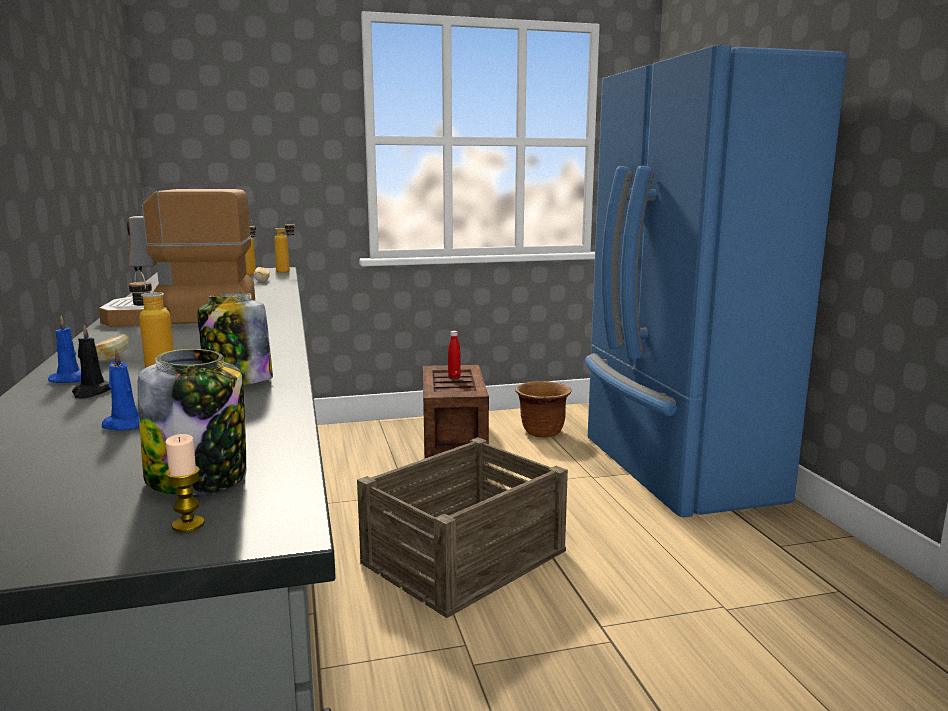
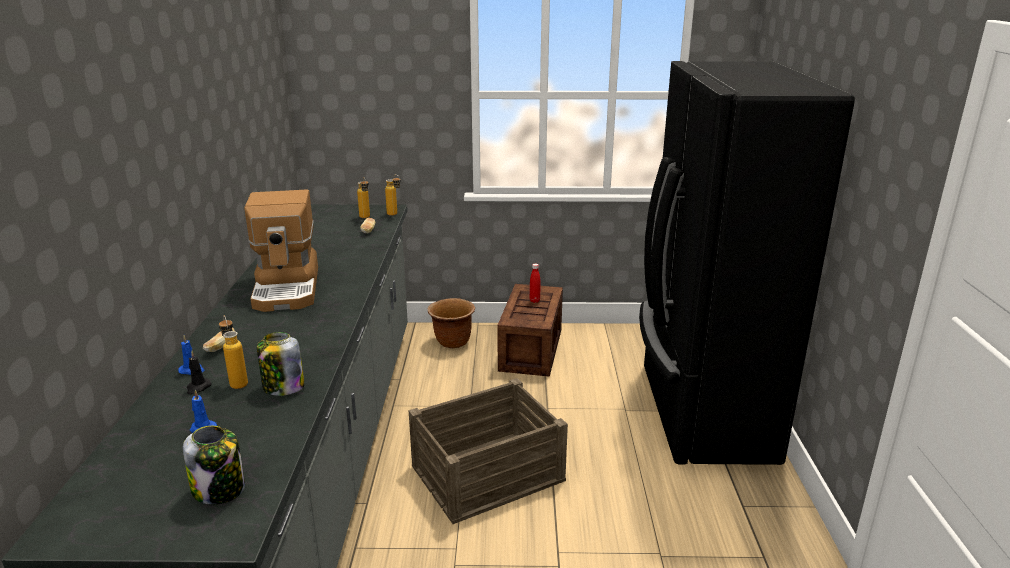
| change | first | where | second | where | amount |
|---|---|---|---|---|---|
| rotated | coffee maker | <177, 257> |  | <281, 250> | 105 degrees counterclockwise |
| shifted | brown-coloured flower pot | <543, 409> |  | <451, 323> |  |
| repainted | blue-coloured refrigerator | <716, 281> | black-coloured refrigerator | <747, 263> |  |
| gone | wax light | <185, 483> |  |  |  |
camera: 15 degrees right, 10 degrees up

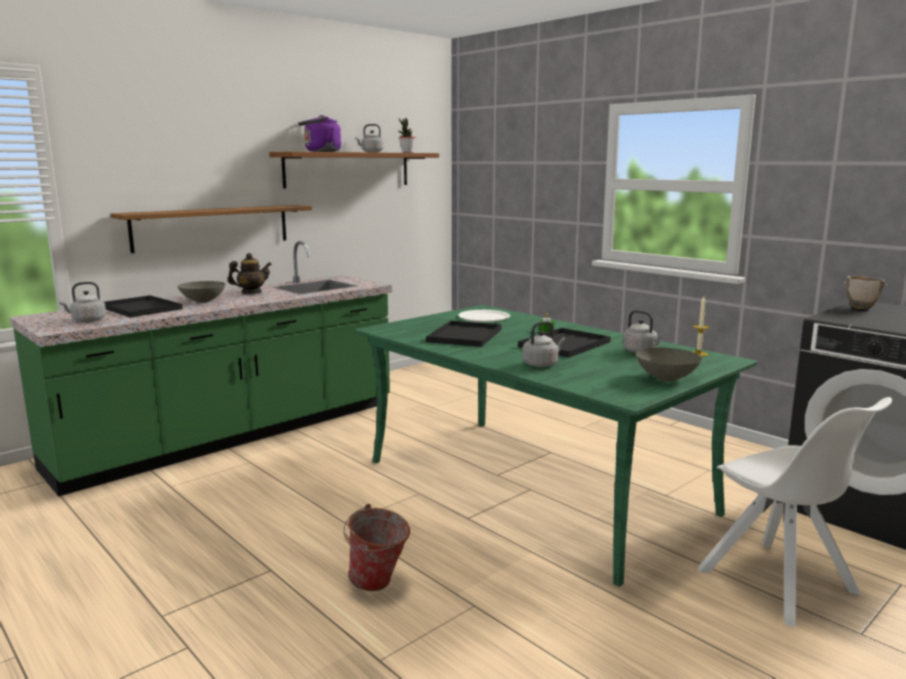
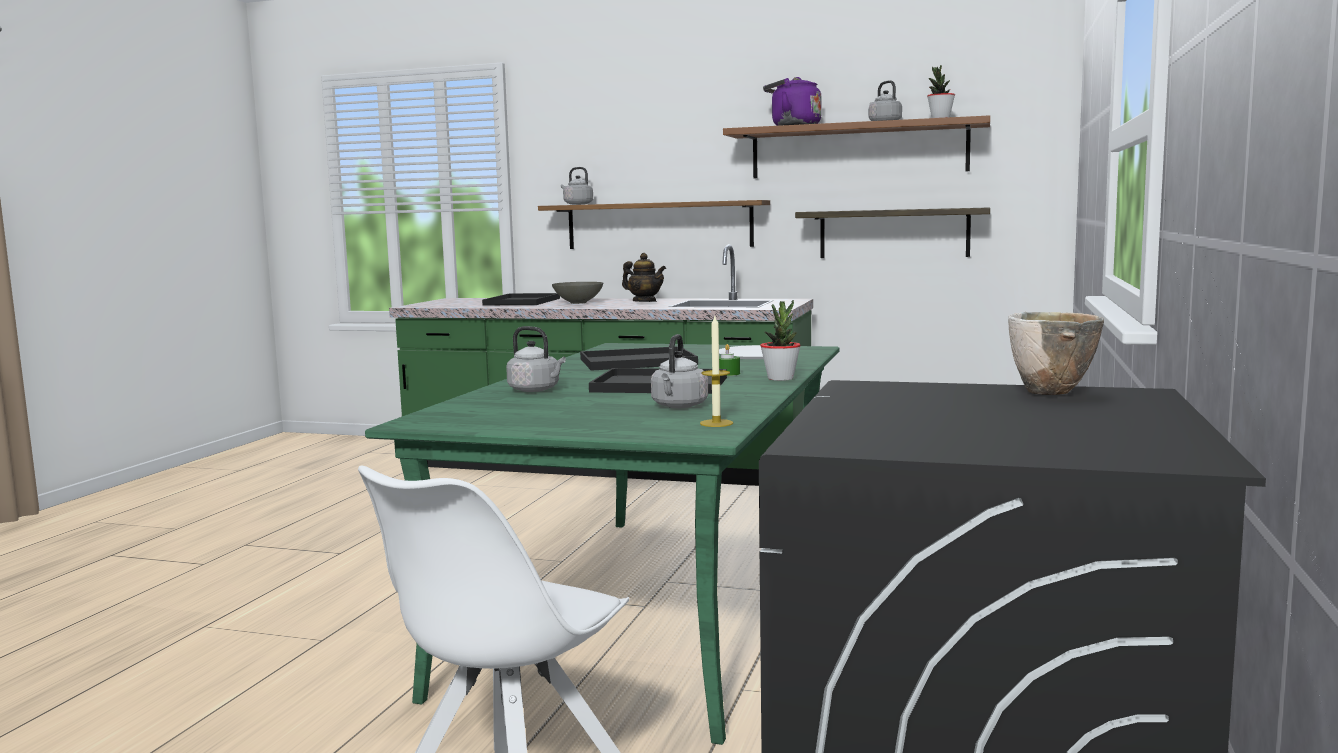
| change | first | where | second | where | amount |
|---|---|---|---|---|---|
| shifted | grey kettle | <82, 302> |  | <577, 186> |  |
| new |  |  | houseplant | <780, 340> |  |
| new |  |  | bracket shelf | <892, 232> |  |
| gone | bucket | <377, 547> |  |  |  |
| gone | grey serving bowl | <669, 364> |  |  |  |
camera: 60 degrees right, 5 degrees down

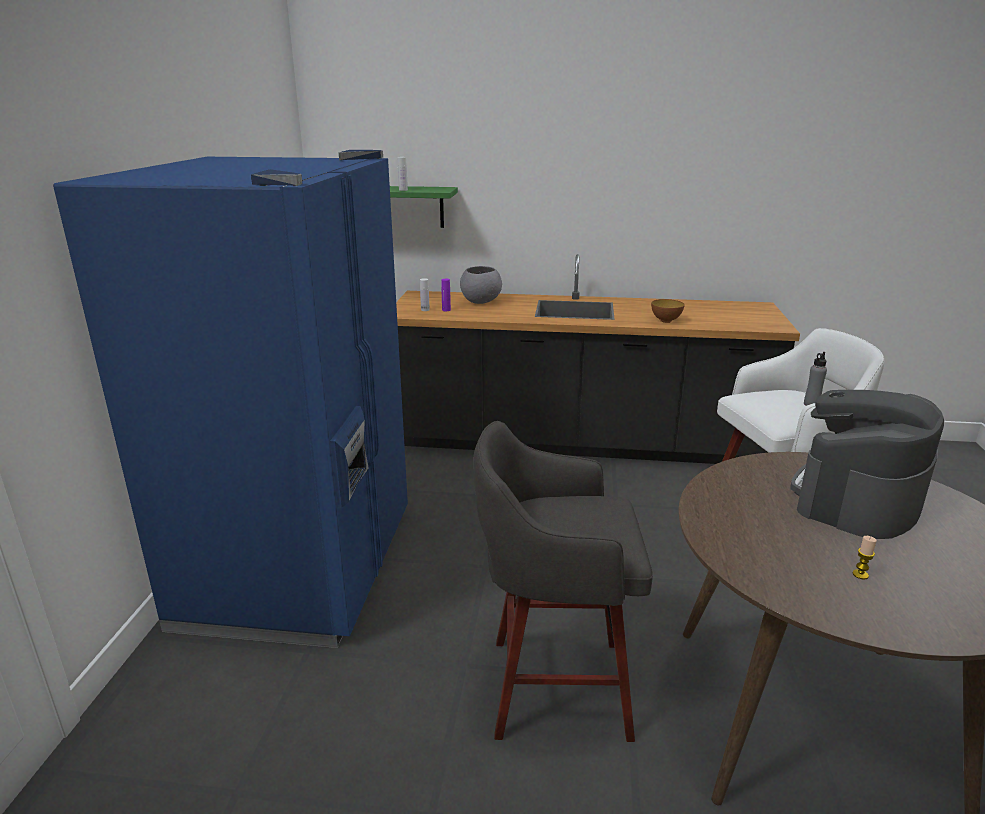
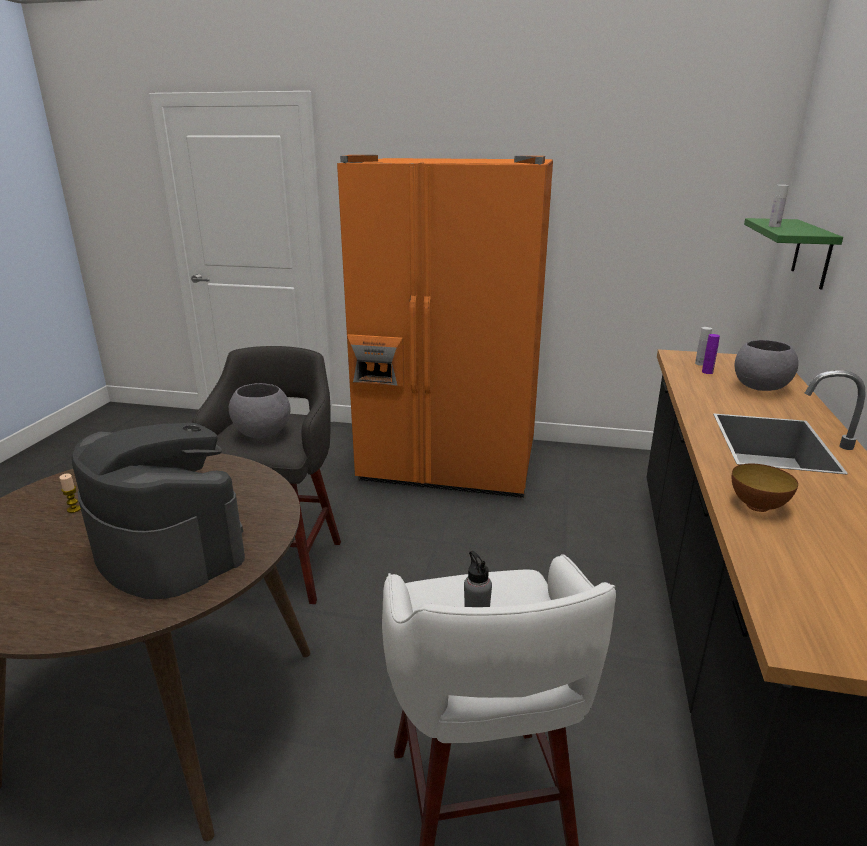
| change | first | where | second | where | amount |
|---|---|---|---|---|---|
| new |  |  | grey serving bowl | <259, 410> |  |
| repainted | blue-coloured refrigerator | <230, 399> | orange-coloured refrigerator | <445, 327> |  |
camera: 95 degrees right, 0 degrees up

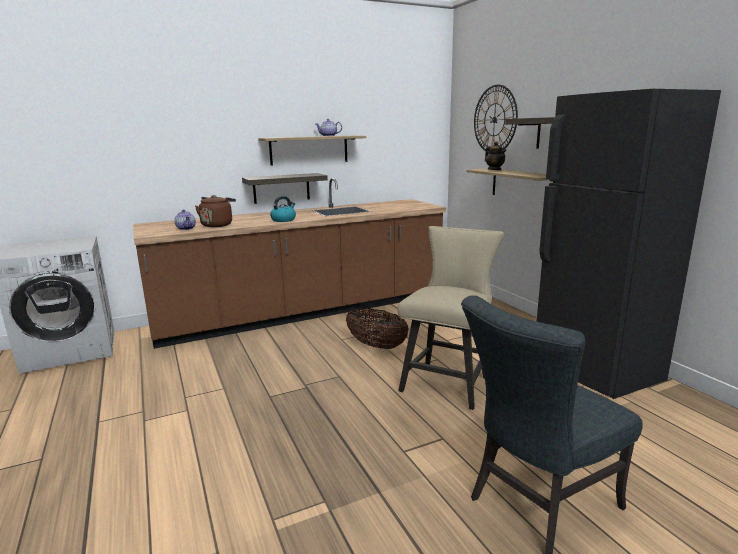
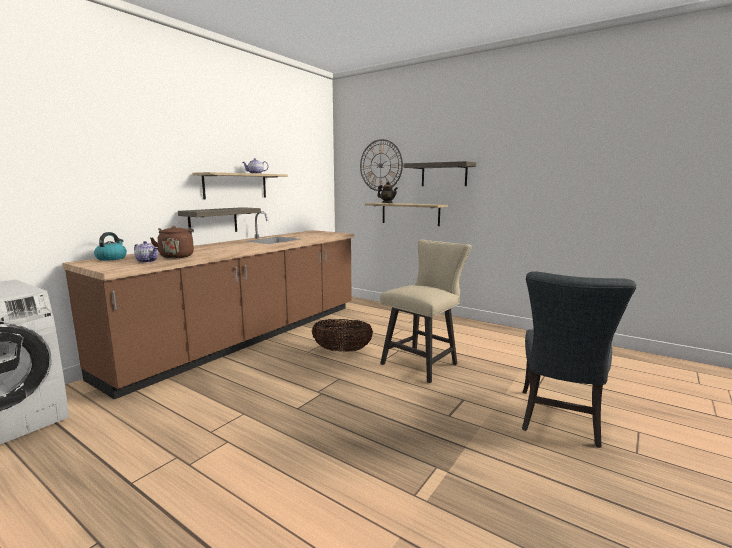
| change | first | where | second | where | amount |
|---|---|---|---|---|---|
| shifted | kettle | <283, 209> |  | <110, 246> |  |
| rotated | beige chair | <451, 318> |  | <426, 311> | 45 degrees clockwise |
| gone | black-coloured refrigerator | <629, 244> |  |  |  |
camera: 30 degrees left, 5 degrees down

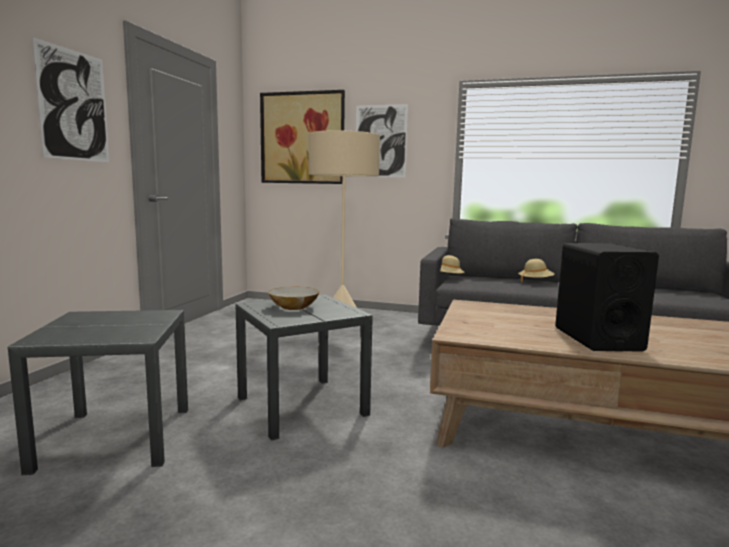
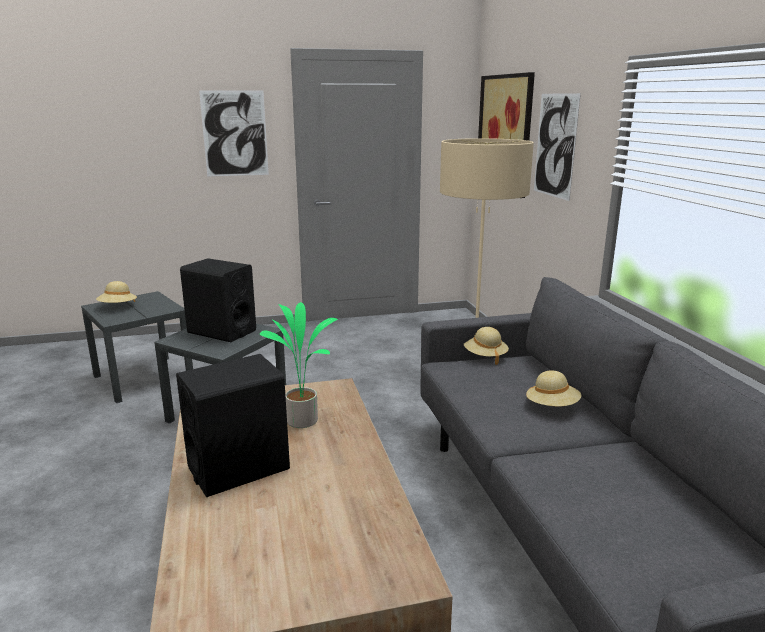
| change | first | where | second | where | amount |
|---|---|---|---|---|---|
| new |  |  | beige wearable hat | <116, 292> |  |
| swapped | serving bowl | <294, 298> | black-coloured speaker | <218, 300> |  |
| new |  |  | houseplant | <299, 365> |  |
camera: 60 degrees right, 10 degrees up

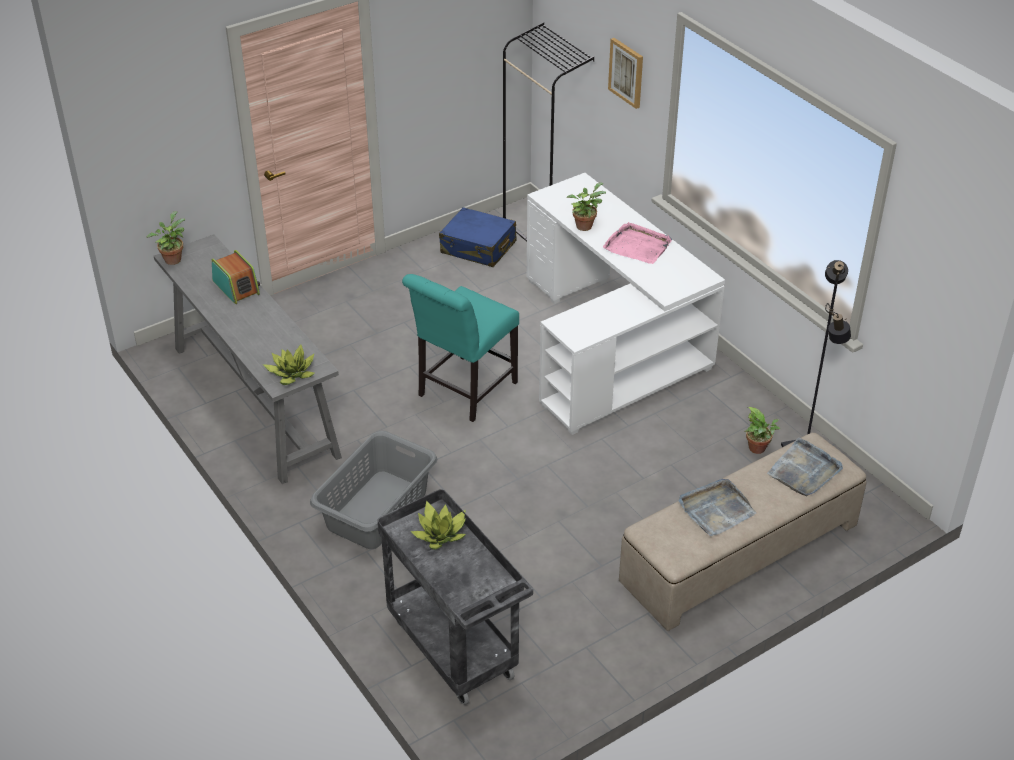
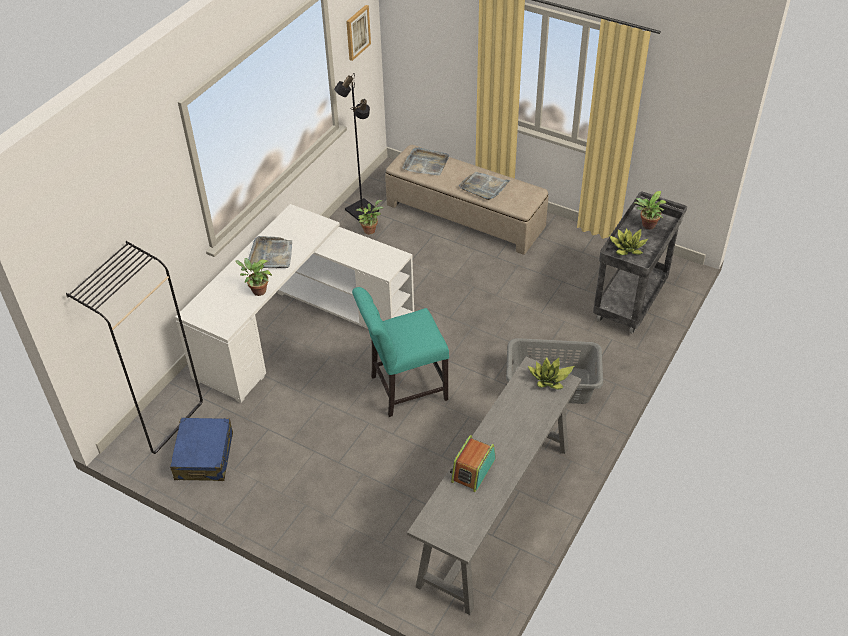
| change | first | where | second | where | amount |
|---|---|---|---|---|---|
| repainted | pink tray | <637, 243> | grey tray | <270, 252> |  |
| shifted | wall picture | <625, 73> |  | <358, 33> |  |
| rotated | turquoise chair | <460, 348> |  | <400, 352> | 150 degrees clockwise |
| shifted | houseplant | <166, 238> |  | <650, 210> |  |
camera: 115 degrees left, 5 degrees up

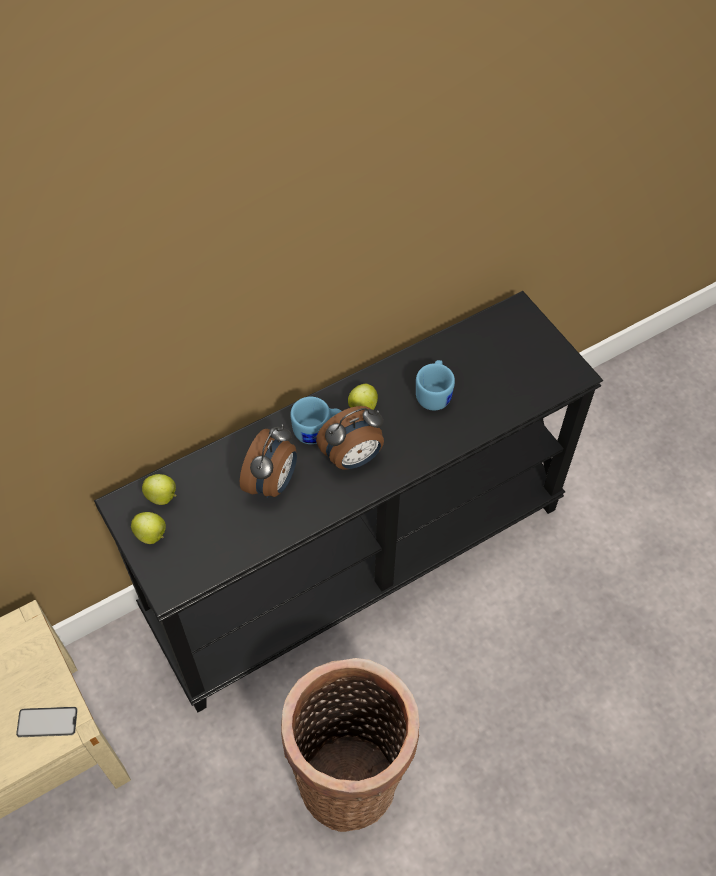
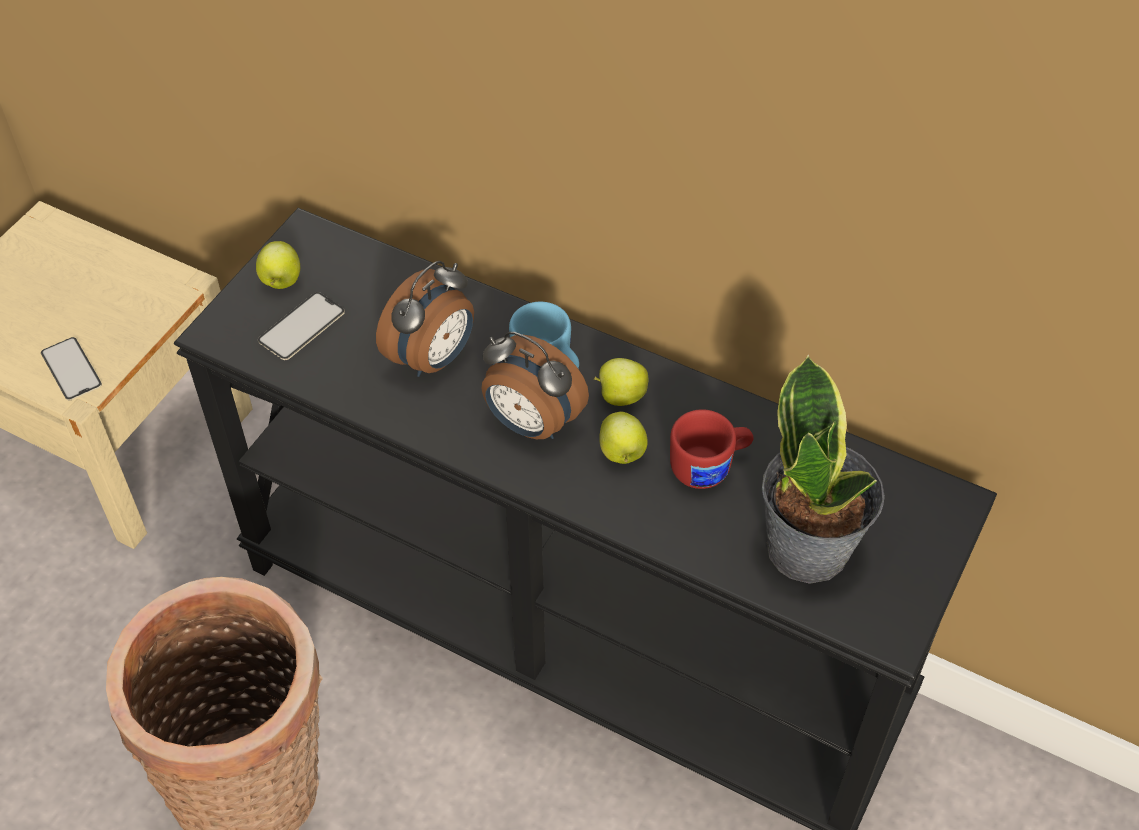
| change | first | where | second | where | amount |
|---|---|---|---|---|---|
| new |  |  | telephone | <301, 326> |  |
| rotated | alarm clock | <268, 461> |  | <425, 319> | 45 degrees counterclockwise |
| shifted | apple fruit | <159, 489> |  | <623, 438> |  |
| repainted | blue-coloured mug | <435, 385> | red mug | <712, 449> |  |
| new |  |  | houseplant | <823, 469> |  |
camera: 60 degrees right, 5 degrees down

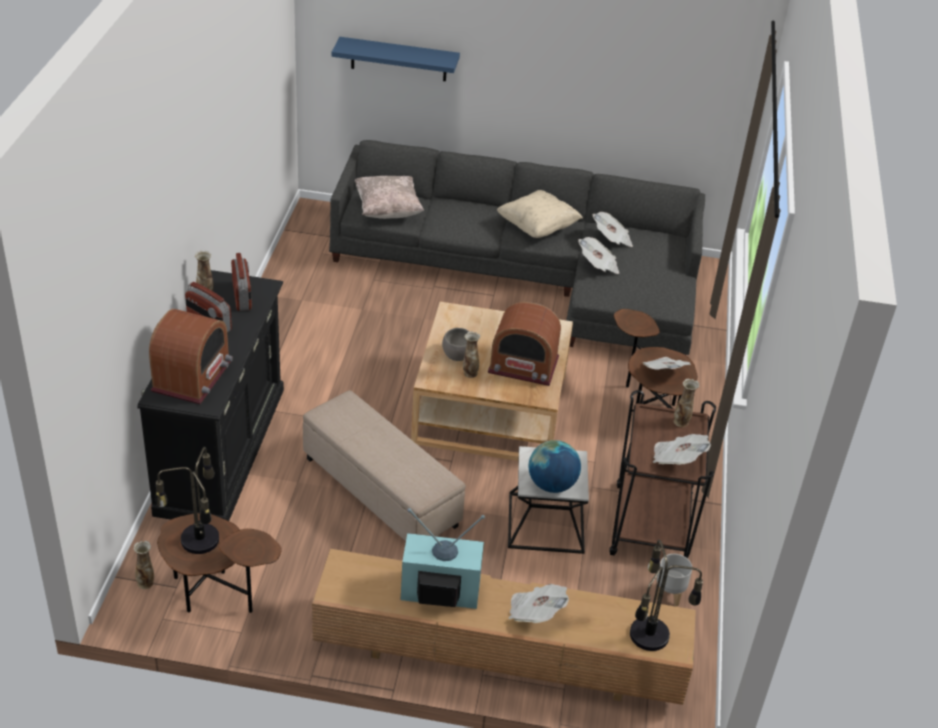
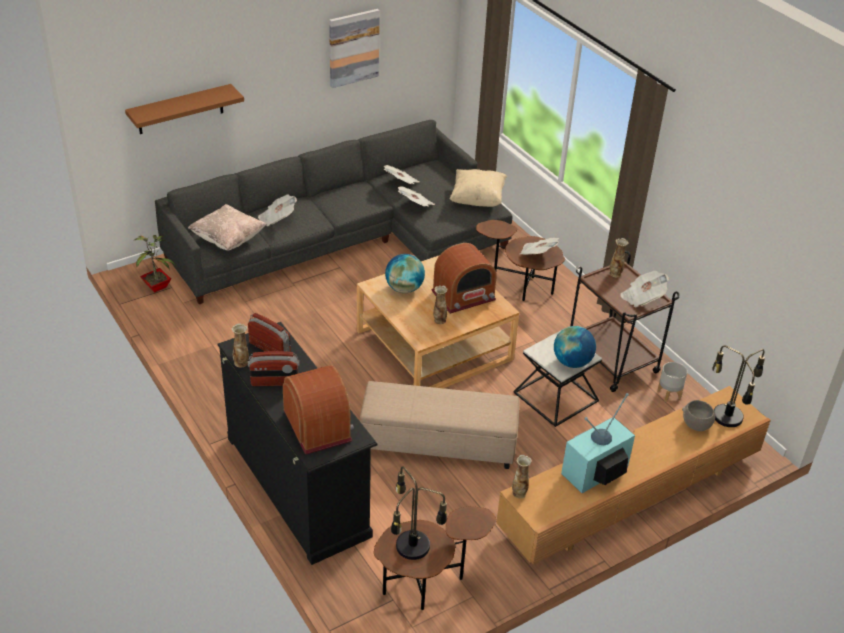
| change | first | where | second | where | amount |
|---|---|---|---|---|---|
| repainted | blue-coloured bracket shelf | <396, 59> | brown-coloured bracket shelf | <184, 109> |  |
| new |  |  | houseplant | <154, 263> |  |
| shifted | newspaper | <539, 603> |  | <277, 210> |  |
| new |  |  | wall picture | <354, 48> |  |
| new |  |  | world globe | <405, 273> |  |
| shifted | beige cushion | <540, 214> |  | <478, 188> |  |
| shifted | flower vase | <143, 565> |  | <522, 476> |  |
| shifted | grey serving bowl | <455, 344> |  | <698, 415> |  |
camera: 40 degrees left, 0 degrees up

